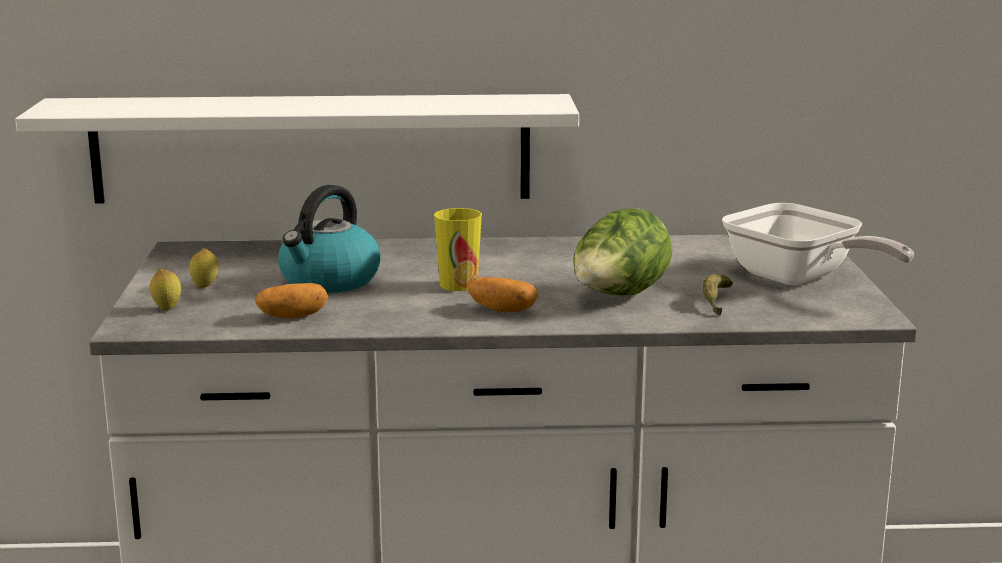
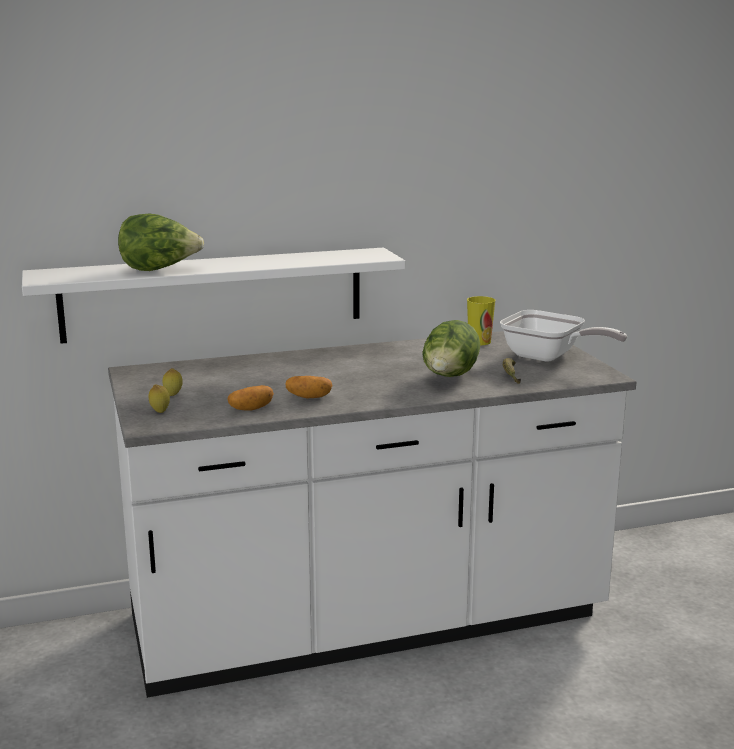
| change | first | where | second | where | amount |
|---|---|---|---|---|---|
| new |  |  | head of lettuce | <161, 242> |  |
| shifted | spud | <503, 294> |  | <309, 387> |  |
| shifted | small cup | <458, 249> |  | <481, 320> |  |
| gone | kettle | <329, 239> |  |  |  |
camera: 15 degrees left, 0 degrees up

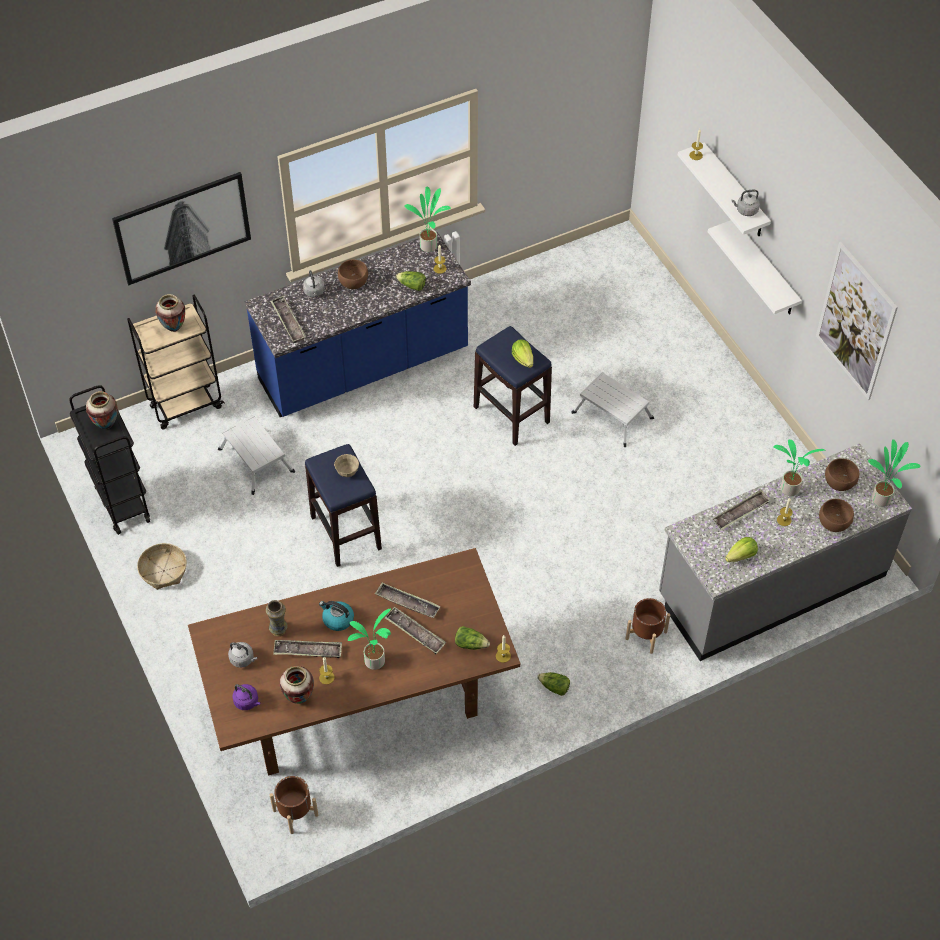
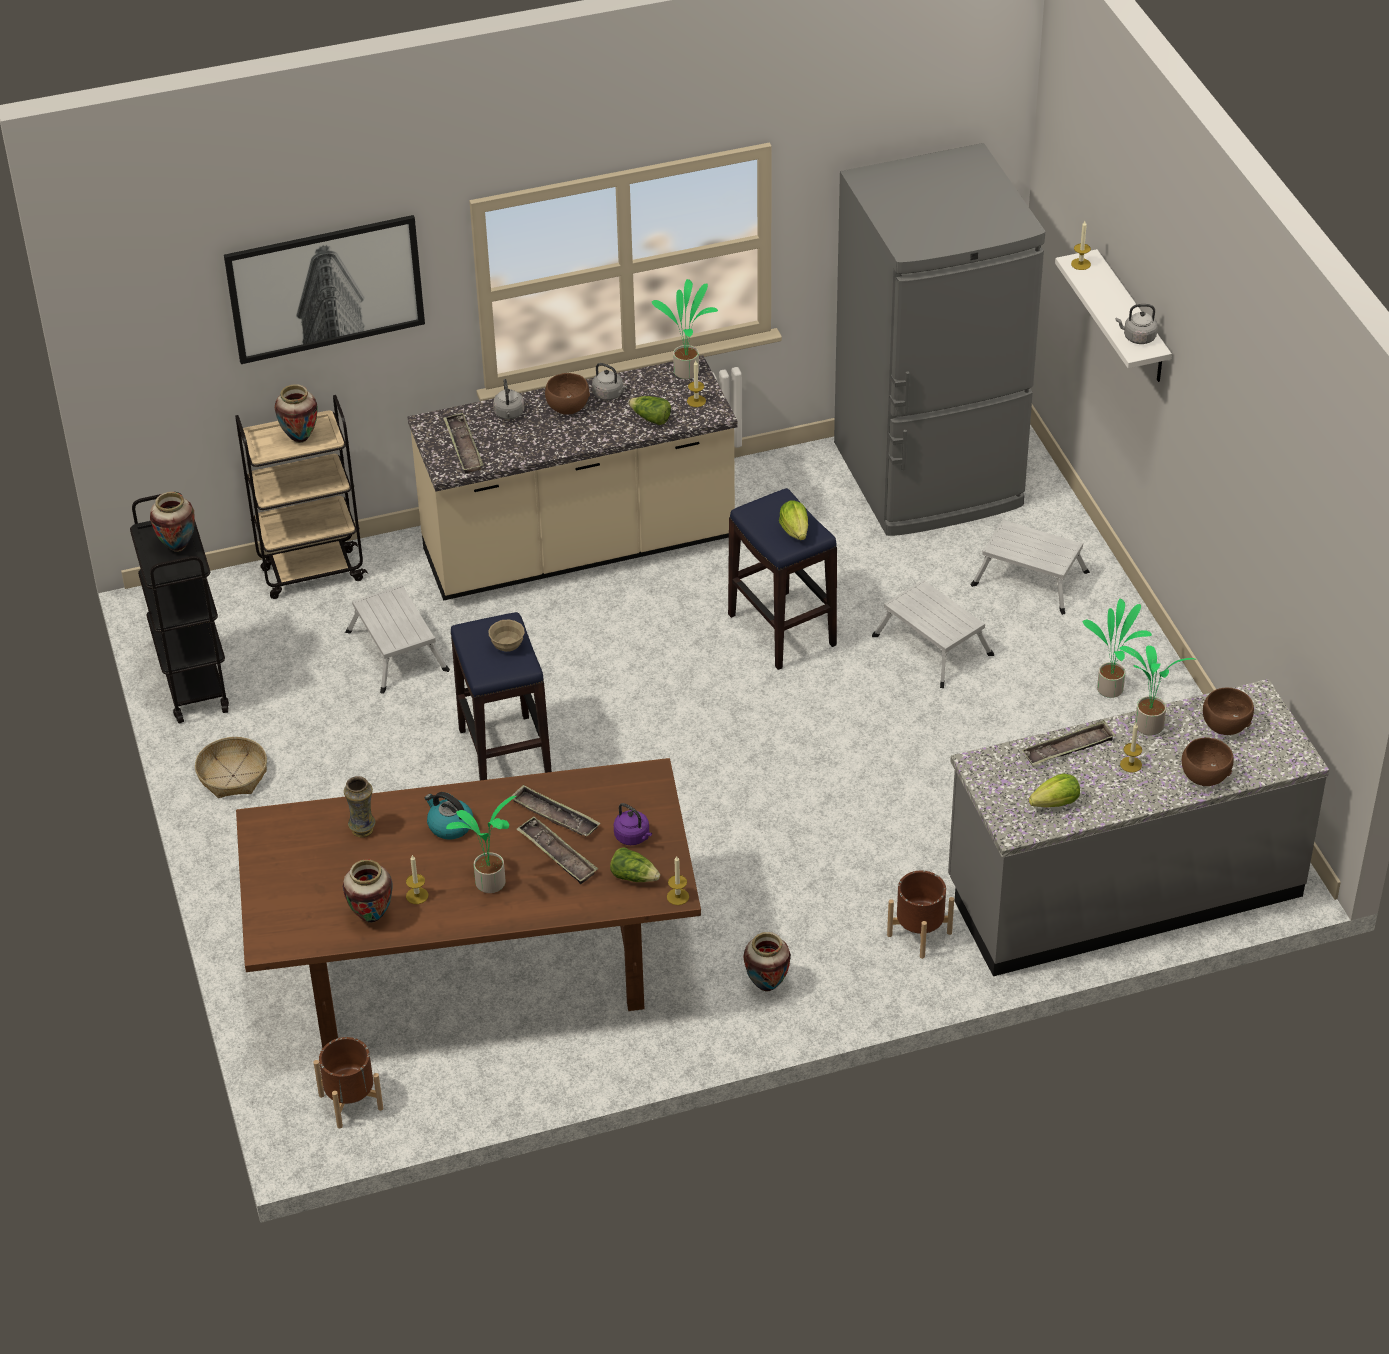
| change | first | where | second | where | amount |
|---|---|---|---|---|---|
| repainted | blue-coloured kitchen base unit | <358, 324> | beige kitchen base unit | <573, 478> |  |
| shifted | grey kettle | <242, 655> |  | <609, 381> |  |
| shifted | purple kettle | <246, 697> |  | <633, 824> |  |
| swapped | head of lettuce | <553, 684> | flower vase | <767, 962> |  |
| new |  |  | grey refrigerator | <939, 339> |  |
| new |  |  | white-coloured stepladder | <1030, 567> |  |
| shifted | houseplant | <894, 473> |  | <1117, 648> |  |
| gone | tray | <307, 649> |  |  |  |
| gone | white-coloured bracket shelf | <755, 267> |  |  |  |
| gone | wall picture | <857, 321> |  |  |  |
camera: 10 degrees right, 10 degrees down

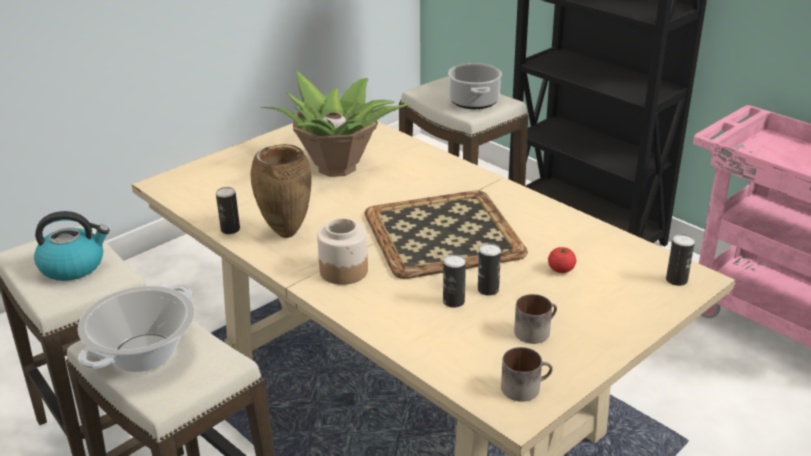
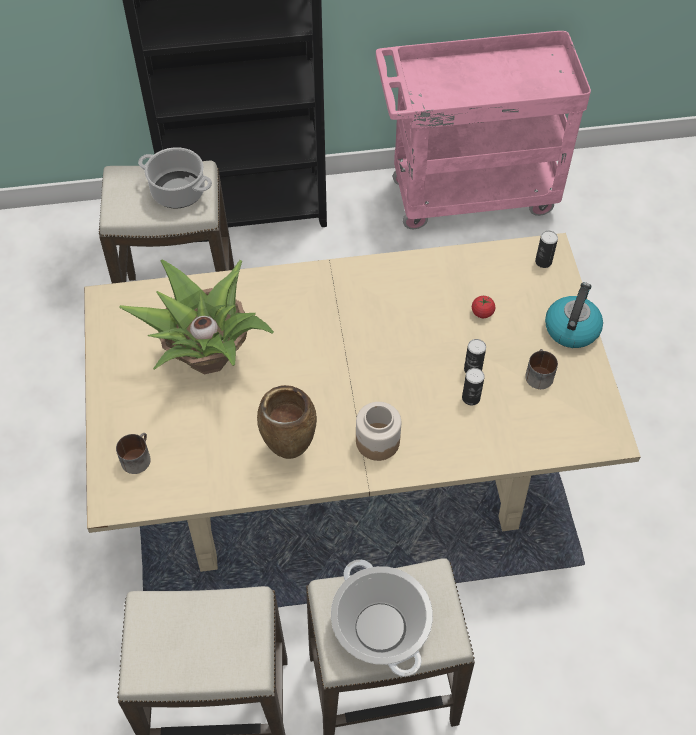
| change | first | where | second | where | amount |
|---|---|---|---|---|---|
| shifted | mug | <527, 374> |  | <133, 453> |  |
| shifted | kettle | <71, 246> |  | <574, 315> |  |
| gone | metal can | <228, 210> |  |  |  |
| gone | tray | <446, 235> |  |  |  |
camera: 55 degrees left, 25 degrees up

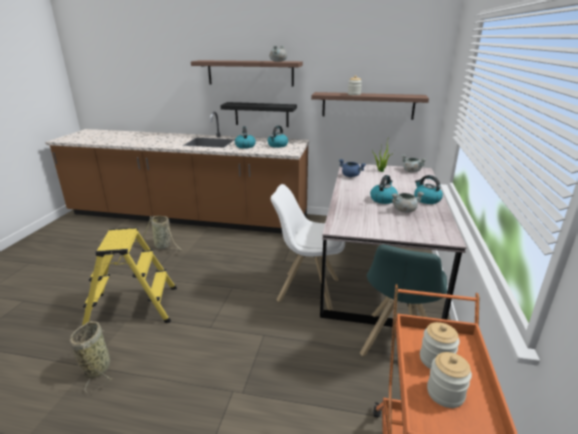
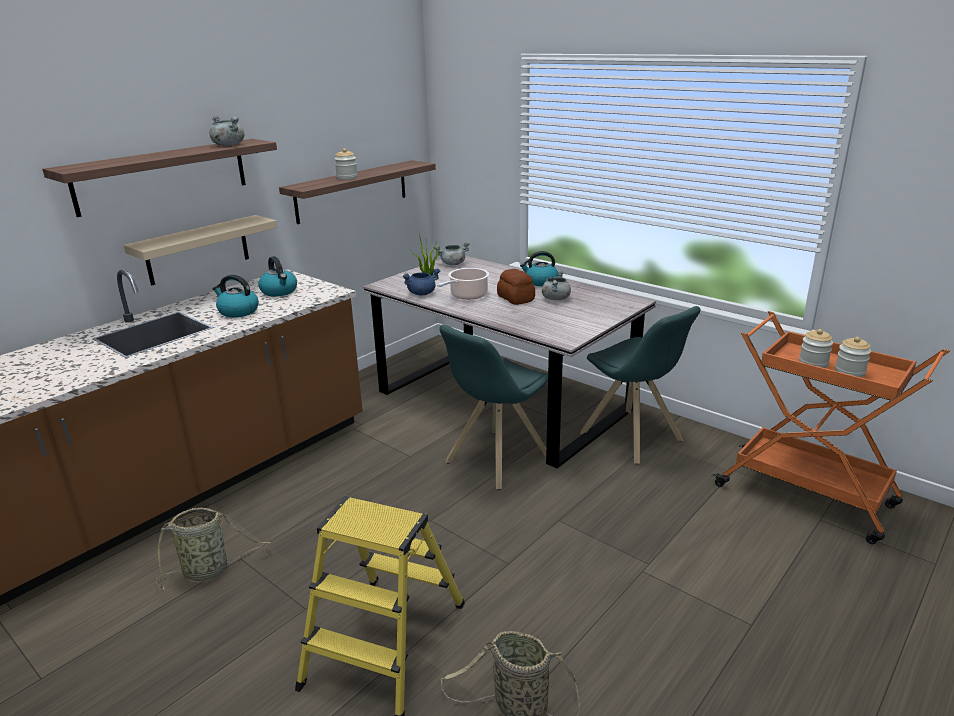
| change | first | where | second | where | amount |
|---|---|---|---|---|---|
| repainted | black-coloured bracket shelf | <258, 114> | beige bracket shelf | <200, 250> |  |
| new |  |  | stockpot | <463, 284> |  |
| repainted | white-coloured chair | <308, 247> | turquoise chair | <493, 407> |  |
| swapped | kettle | <384, 189> | bakery bread | <516, 287> |  |
camera: 60 degrees left, 0 degrees up

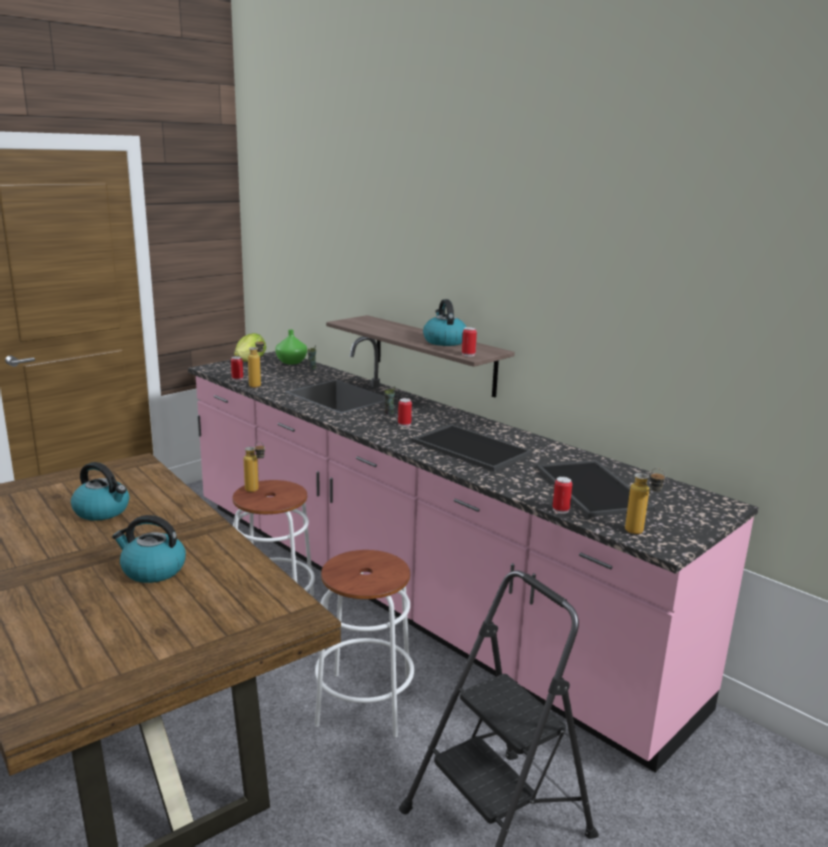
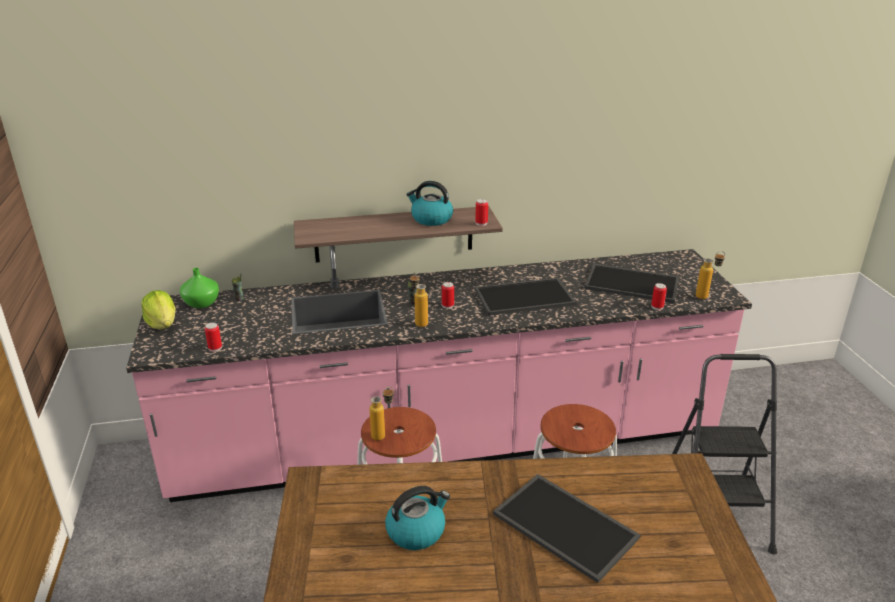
| change | first | where | second | where | amount |
|---|---|---|---|---|---|
| shifted | bottle | <256, 362> |  | <419, 299> |  |
| swapped | kettle | <149, 549> | tray | <567, 528> |  |
camera: 55 degrees left, 10 degrees up

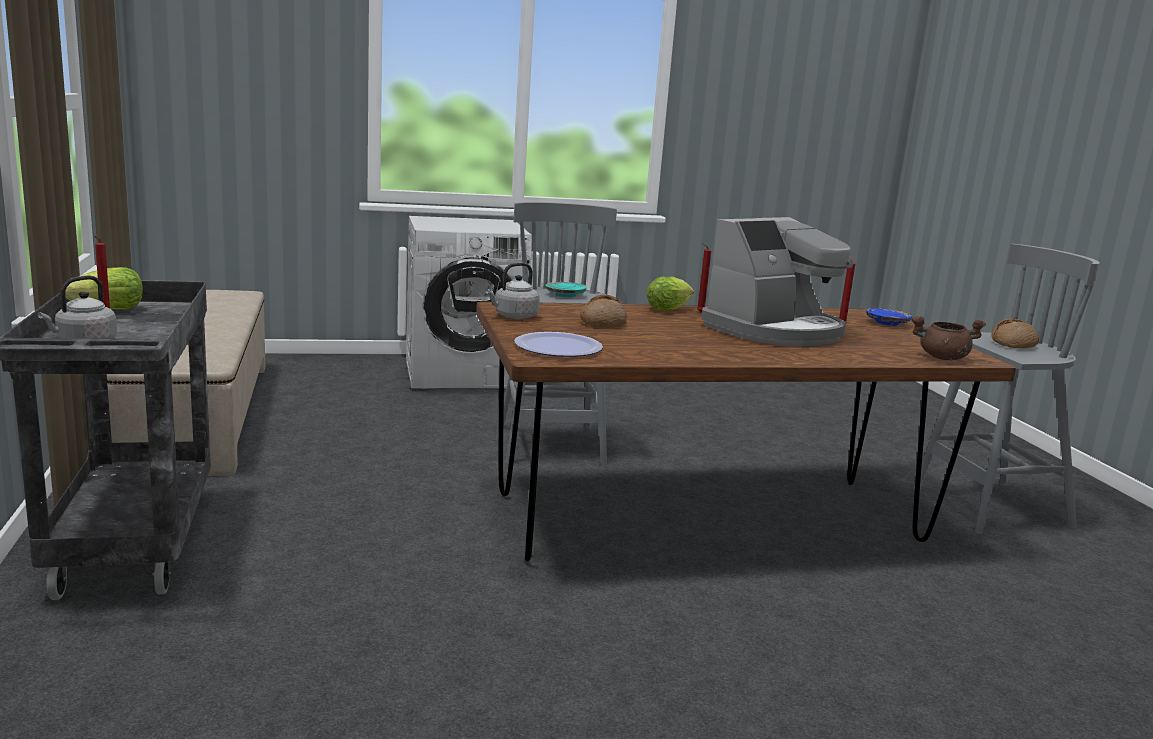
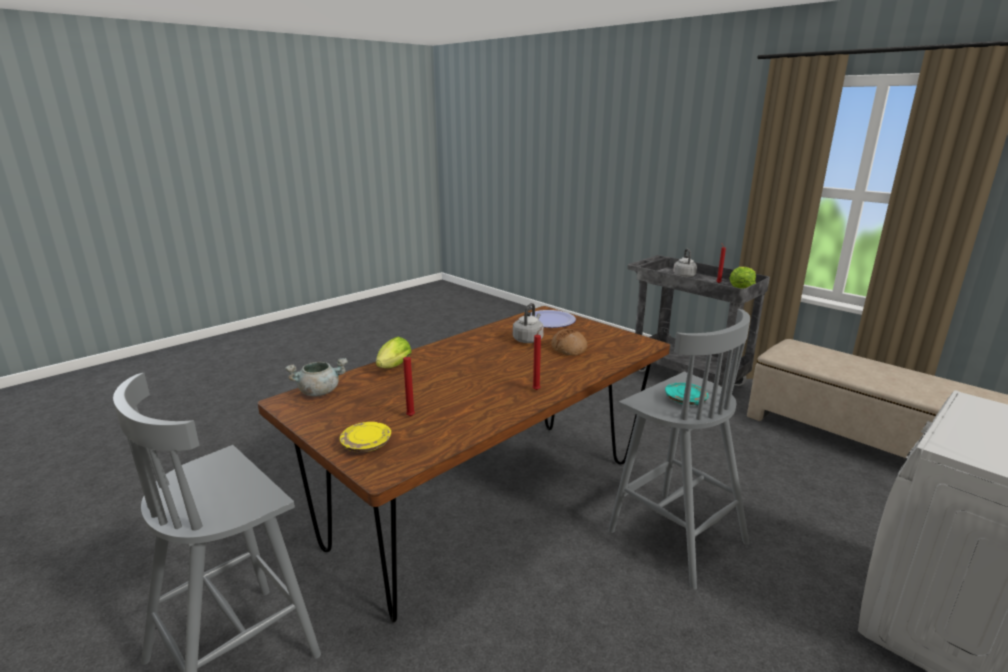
| change | first | where | second | where | amount |
|---|---|---|---|---|---|
| repainted | brown-coloured stockpot | <948, 338> | grey stockpot | <316, 377> |  |
| repainted | blue-coloured plate | <889, 317> | yellow-coloured plate | <365, 437> |  |
| shifted | head of lettuce | <670, 294> |  | <393, 352> |  |
| shifted | grey kettle | <512, 291> |  | <528, 323> |  |
| gone | coffee maker | <777, 281> |  |  |  |
| gone | bakery bread | <1015, 333> |  |  |  |
camera: 150 degrees right, 5 degrees up

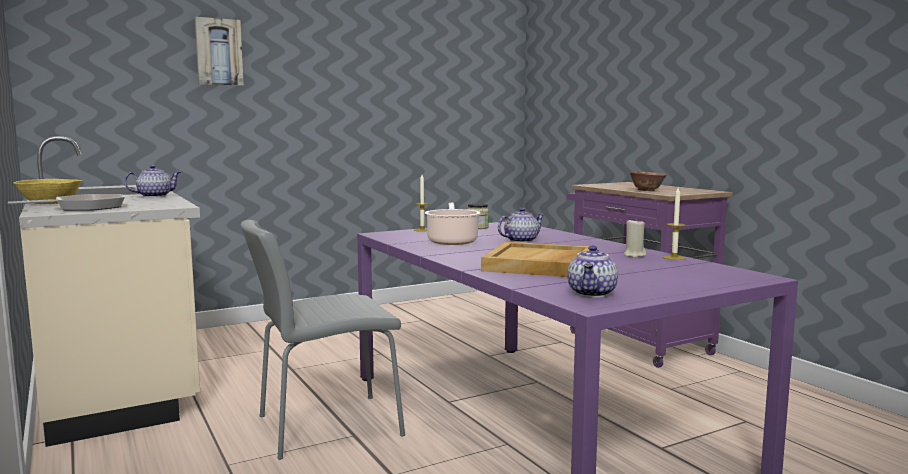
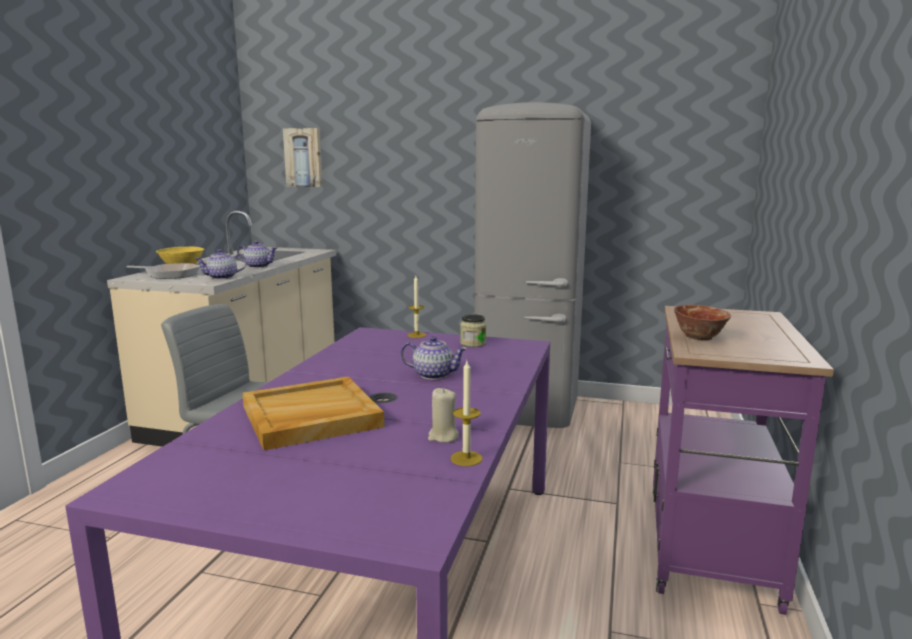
| change | first | where | second | where | amount |
|---|---|---|---|---|---|
| shifted | teapot | <592, 271> |  | <220, 264> |  |
| shifted | wall picture | <219, 51> |  | <303, 157> |  |
| new |  |  | grey refrigerator | <533, 265> |  |
| gone | stockpot | <453, 224> |  |  |  |
camera: 45 degrees right, 5 degrees up

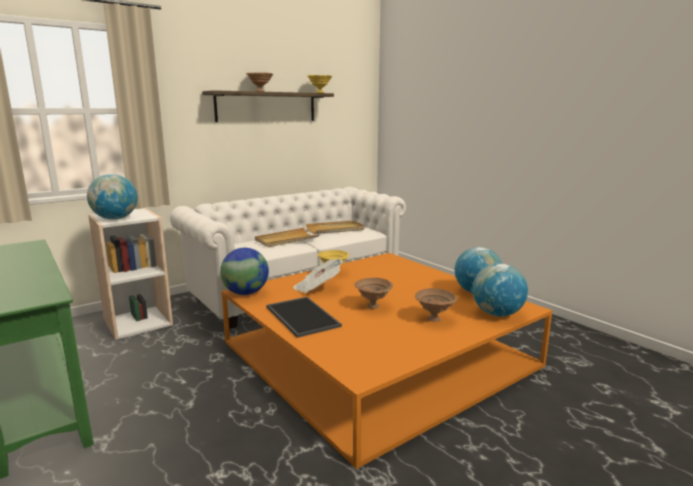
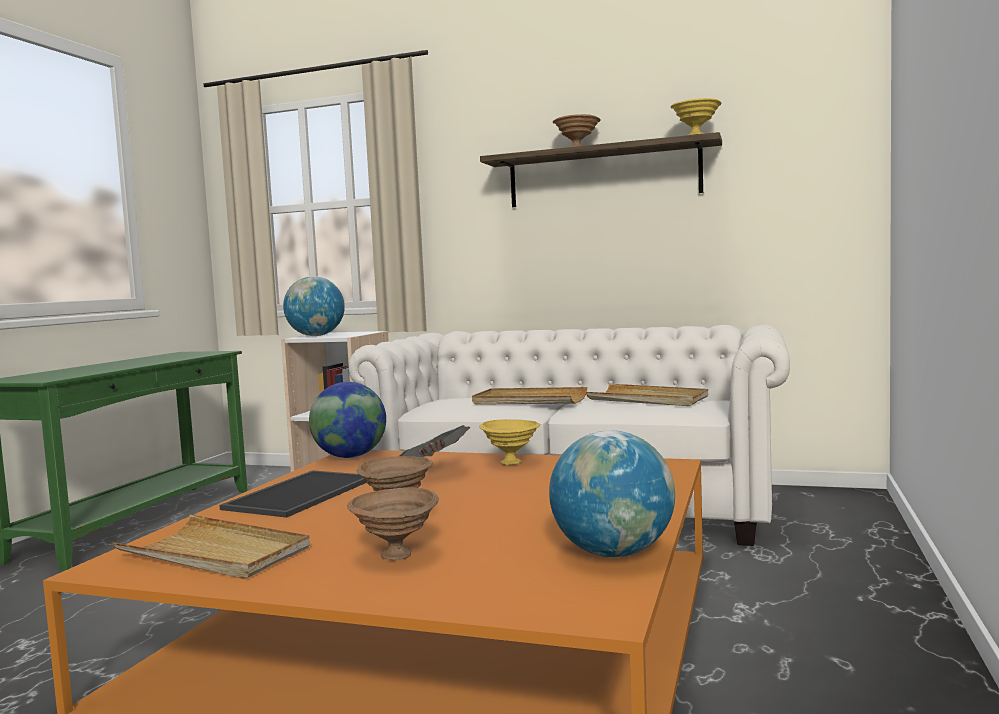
| change | first | where | second | where | amount |
|---|---|---|---|---|---|
| new |  |  | beige tray | <211, 547> |  |
| gone | world globe | <500, 290> |  |  |  |
camera: 55 degrees right, 10 degrees down

